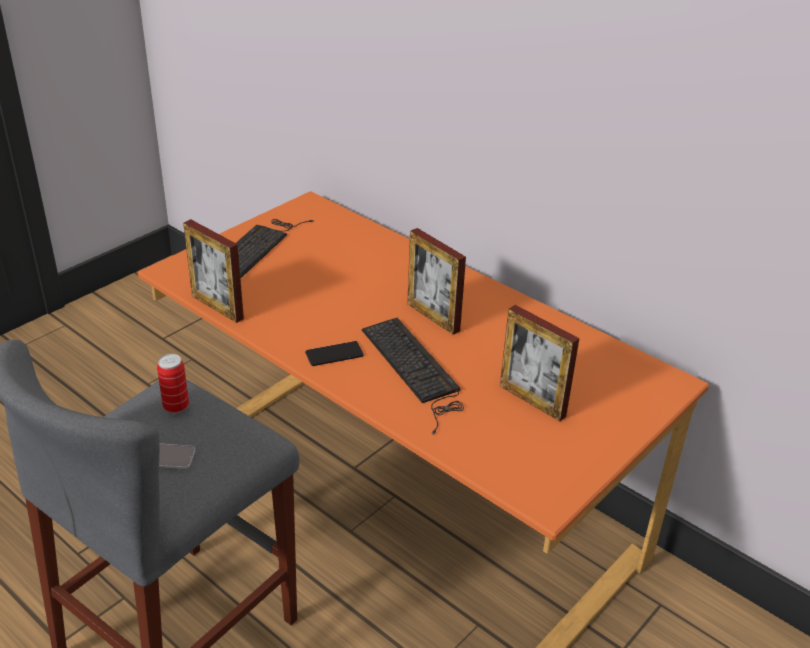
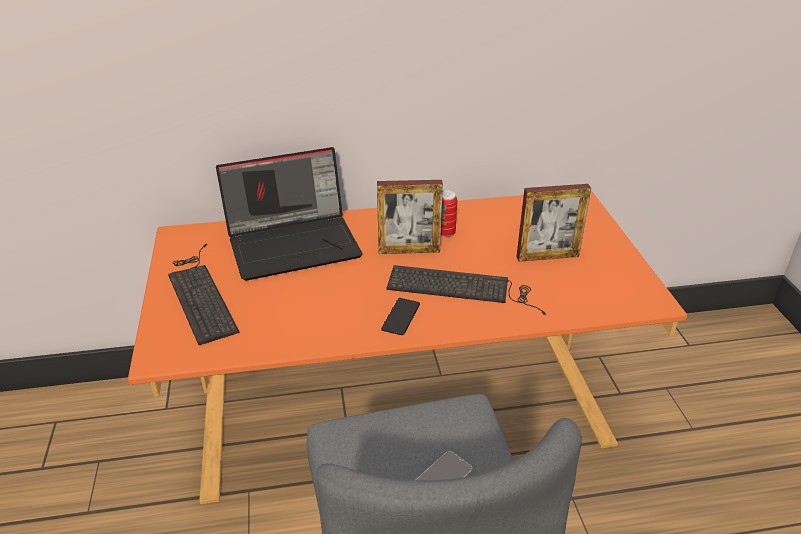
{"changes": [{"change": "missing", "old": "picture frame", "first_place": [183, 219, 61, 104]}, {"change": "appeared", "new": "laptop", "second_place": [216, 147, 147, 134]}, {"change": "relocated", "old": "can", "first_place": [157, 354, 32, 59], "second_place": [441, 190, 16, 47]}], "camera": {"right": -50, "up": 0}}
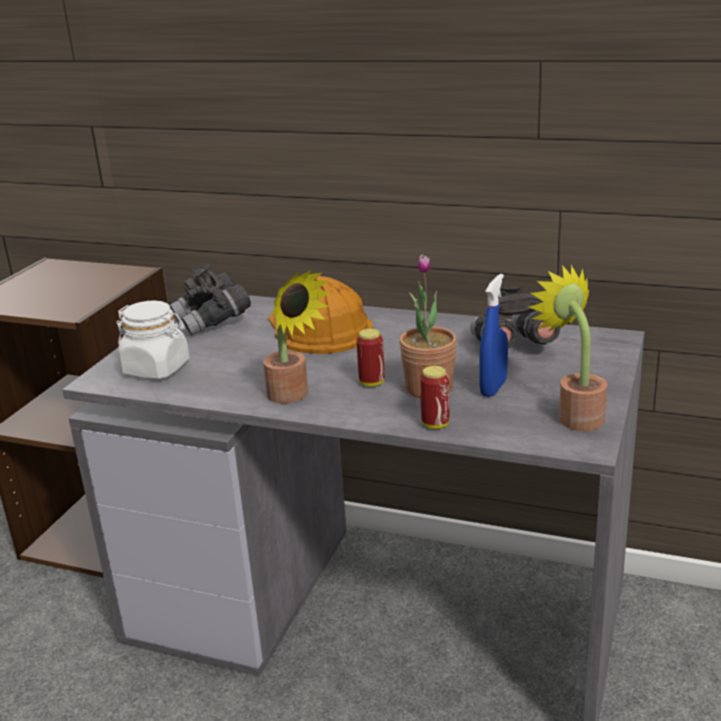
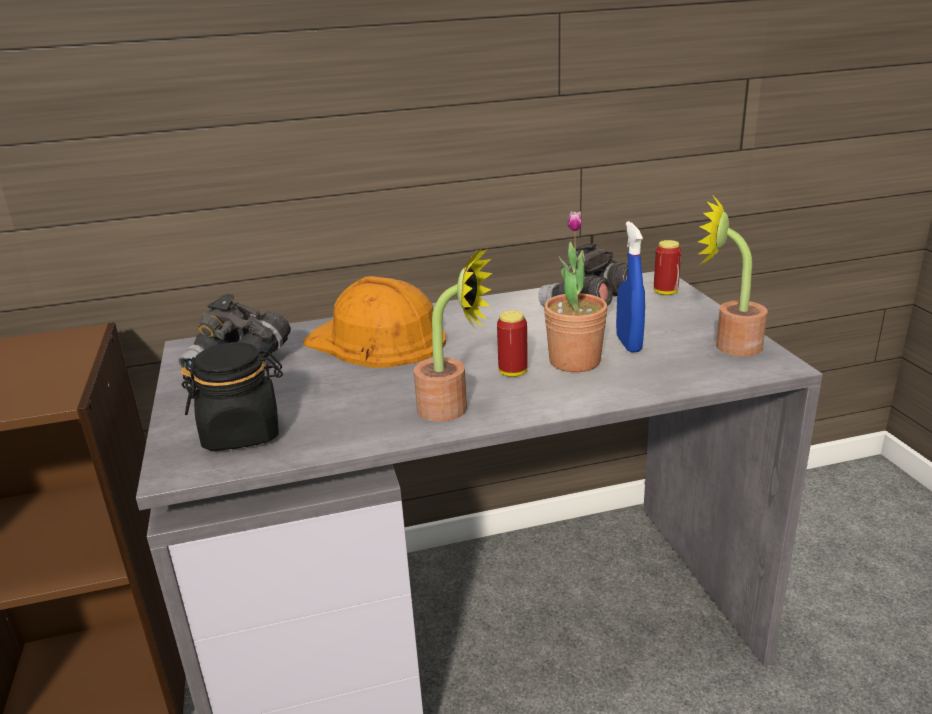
{"changes": [{"change": "relocated", "old": "can", "first_place": [420, 366, 29, 63], "second_place": [654, 240, 27, 55]}, {"change": "colour", "old": "jar in white", "new": "jar in black", "first_place": [116, 301, 74, 78], "second_place": [180, 342, 103, 109]}], "camera": {"right": -35, "up": 0}}
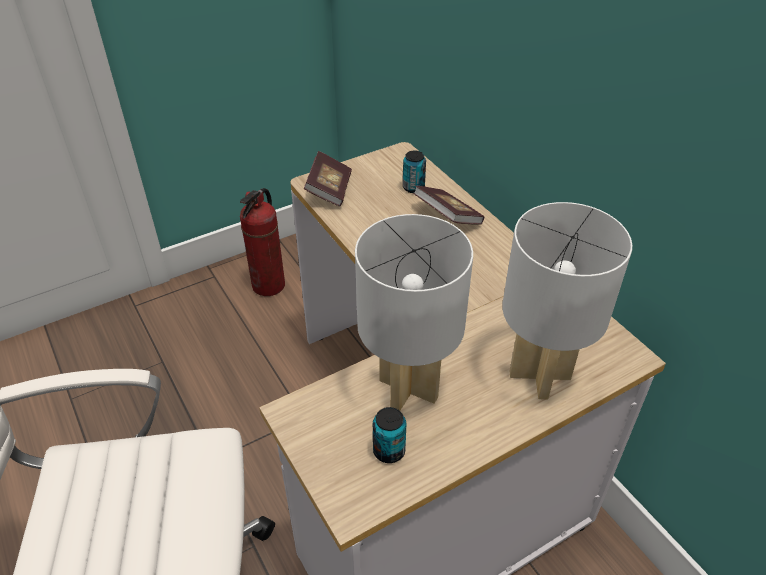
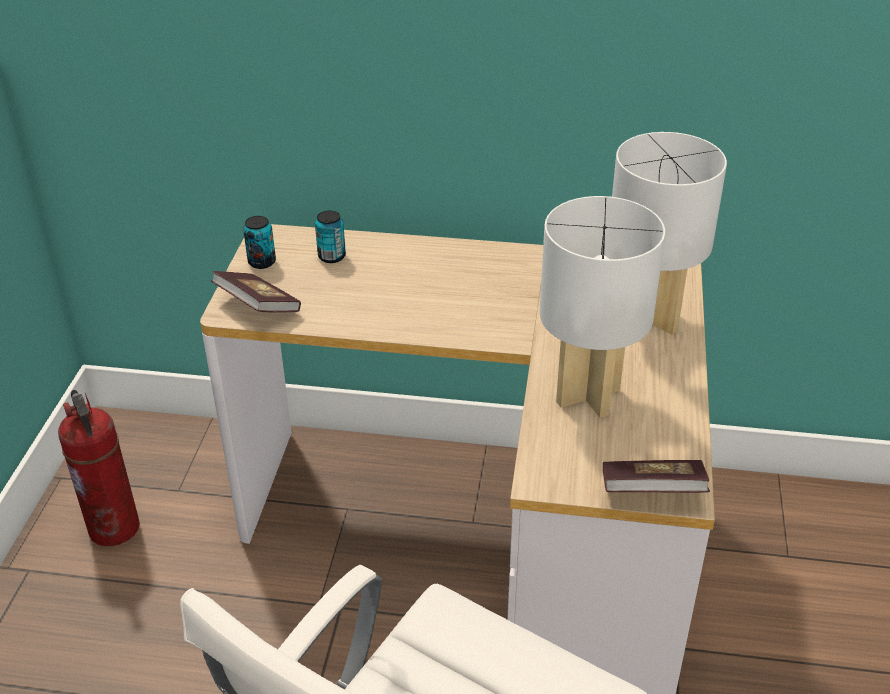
{"changes": [{"change": "relocated", "old": "can", "first_place": [373, 407, 34, 56], "second_place": [243, 216, 33, 53]}, {"change": "relocated", "old": "book", "first_place": [413, 186, 71, 39], "second_place": [603, 460, 107, 33]}], "camera": {"right": -50, "up": -5}}
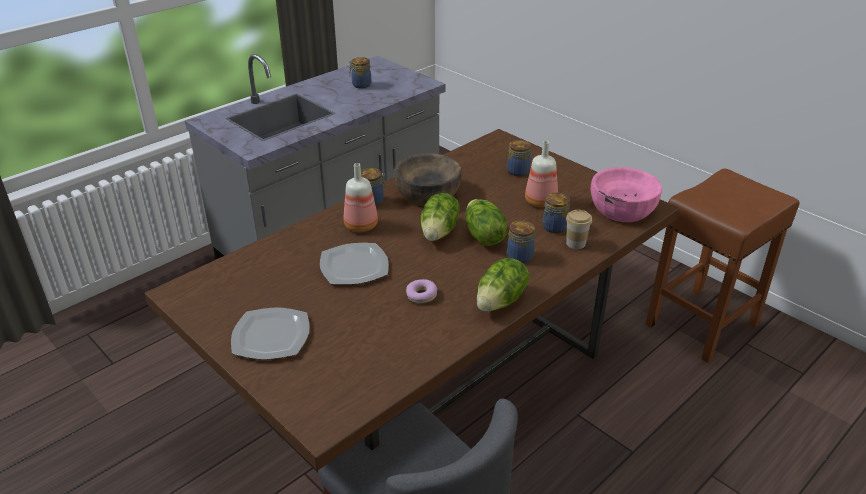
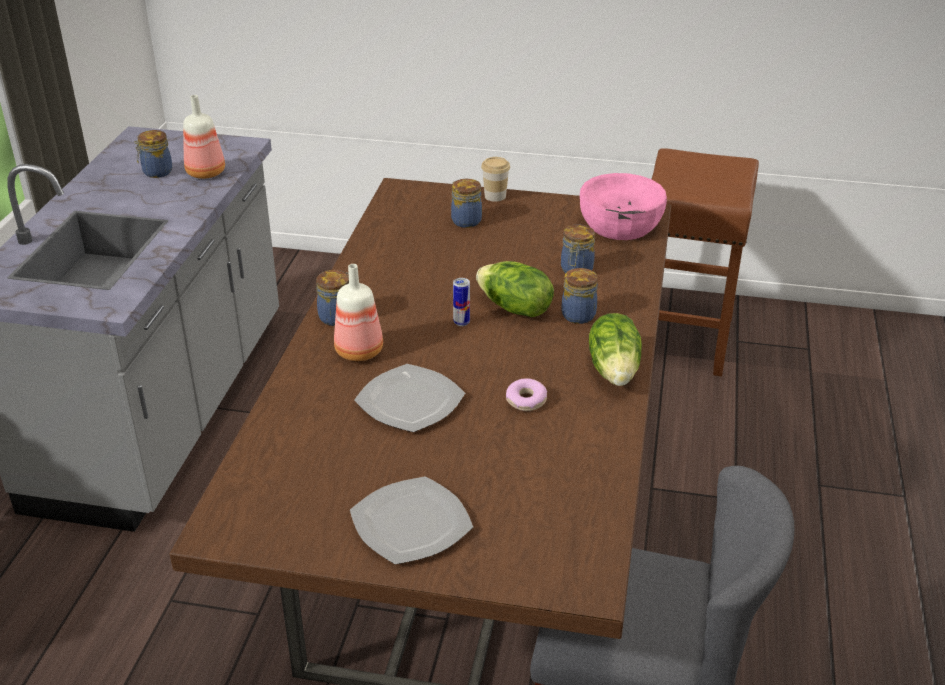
{"changes": [{"change": "missing", "old": "bowl in brown", "first_place": [394, 153, 67, 53]}, {"change": "relocated", "old": "bottle", "first_place": [525, 141, 33, 66], "second_place": [183, 95, 42, 84]}, {"change": "relocated", "old": "cup", "first_place": [566, 210, 26, 39], "second_place": [481, 157, 29, 45]}, {"change": "exchanged", "old": "lettuce", "new": "can", "first_place": [420, 193, 40, 48], "second_place": [453, 278, 17, 48]}], "camera": {"right": -35, "up": 0}}
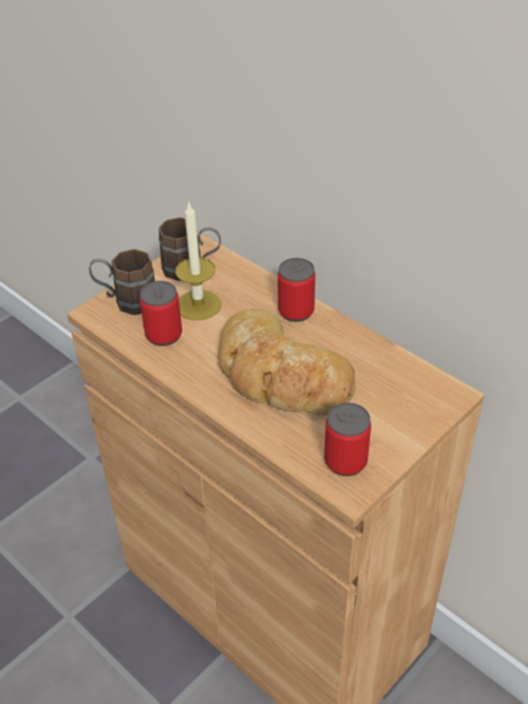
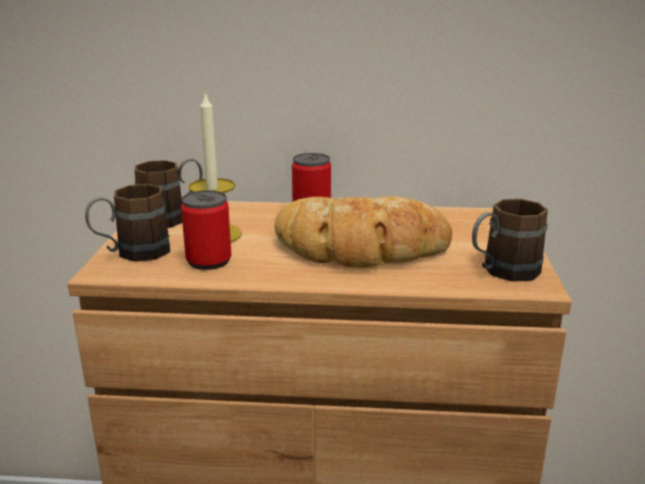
{"changes": [{"change": "exchanged", "old": "can", "new": "mug in brown", "first_place": [324, 403, 47, 73], "second_place": [472, 199, 76, 83]}], "camera": {"right": -40, "up": -20}}
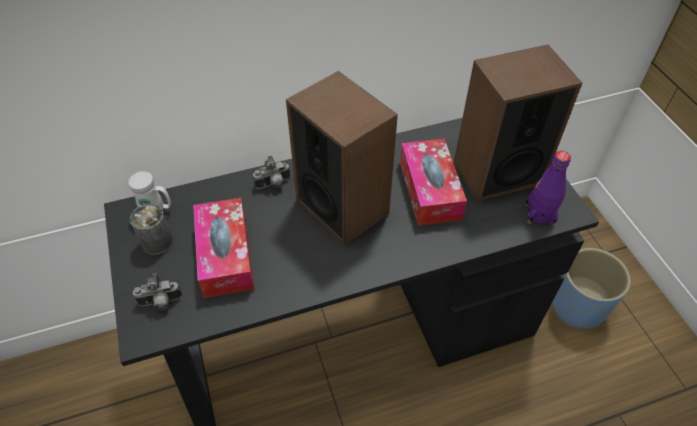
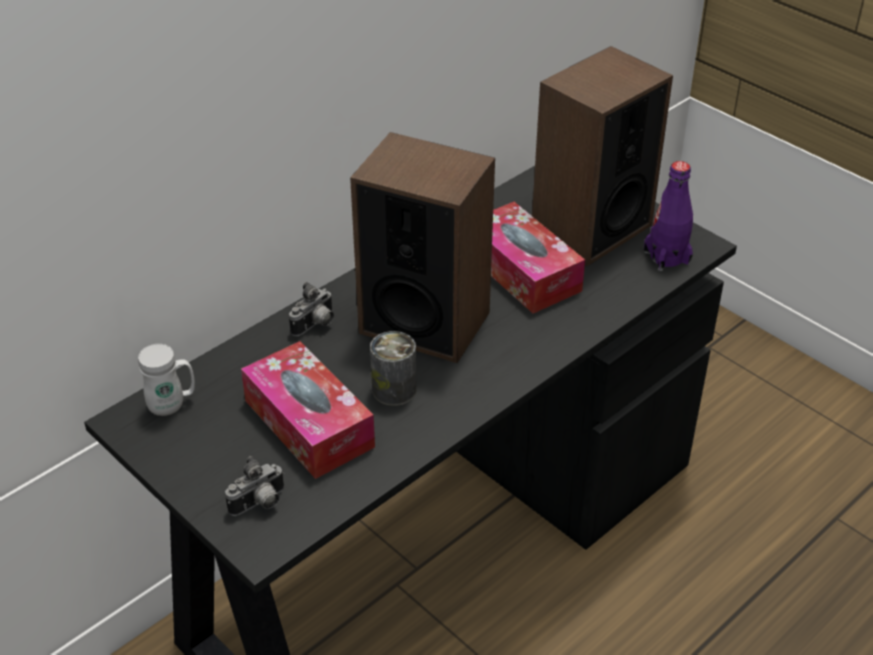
{"changes": [{"change": "missing", "old": "planter in blue", "first_place": [552, 248, 79, 81]}, {"change": "relocated", "old": "can", "first_place": [130, 204, 43, 51], "second_place": [370, 331, 46, 75]}], "camera": {"right": -25, "up": -10}}
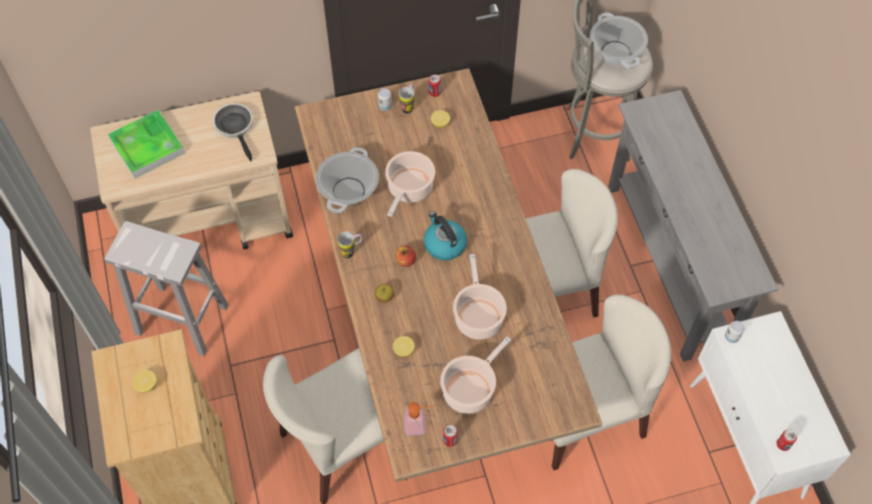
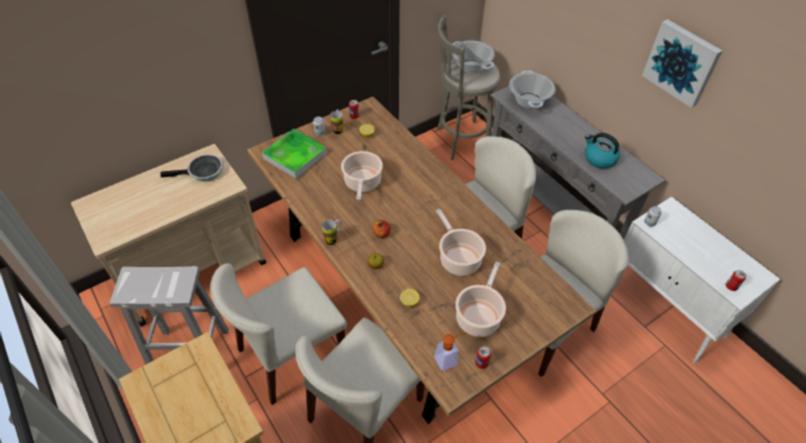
{"changes": [{"change": "missing", "old": "lemon", "first_place": [132, 370, 25, 23]}, {"change": "appeared", "new": "chair in beige", "second_place": [210, 263, 137, 142]}, {"change": "appeared", "new": "picture", "second_place": [642, 19, 81, 89]}, {"change": "relocated", "old": "tray", "first_place": [108, 110, 77, 69], "second_place": [262, 129, 65, 50]}, {"change": "relocated", "old": "cooking pot", "first_place": [316, 147, 63, 66], "second_place": [509, 70, 47, 38]}, {"change": "relocated", "old": "kettle", "first_place": [424, 211, 43, 49], "second_place": [585, 133, 35, 36]}, {"change": "spun", "old": "frying pan", "first_place": [213, 103, 40, 58], "second_place": [160, 154, 63, 27], "degrees": 120}], "camera": {"right": -20, "up": -10}}
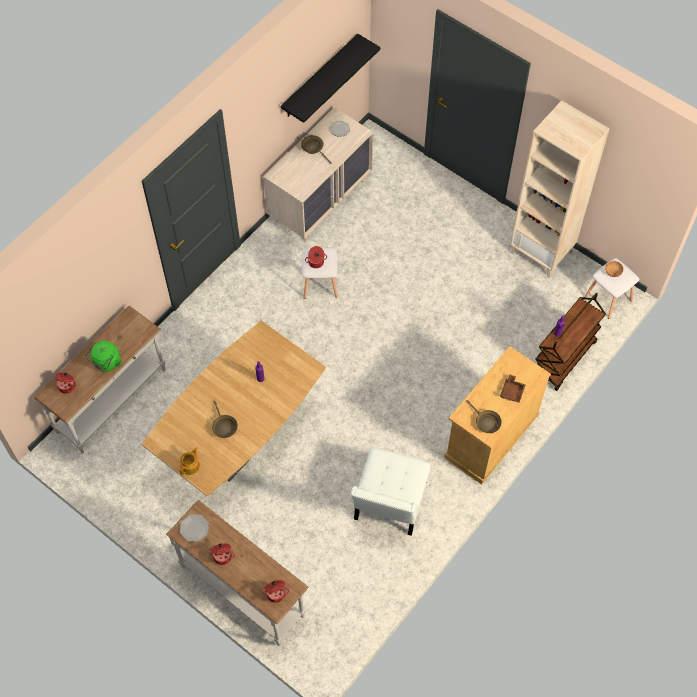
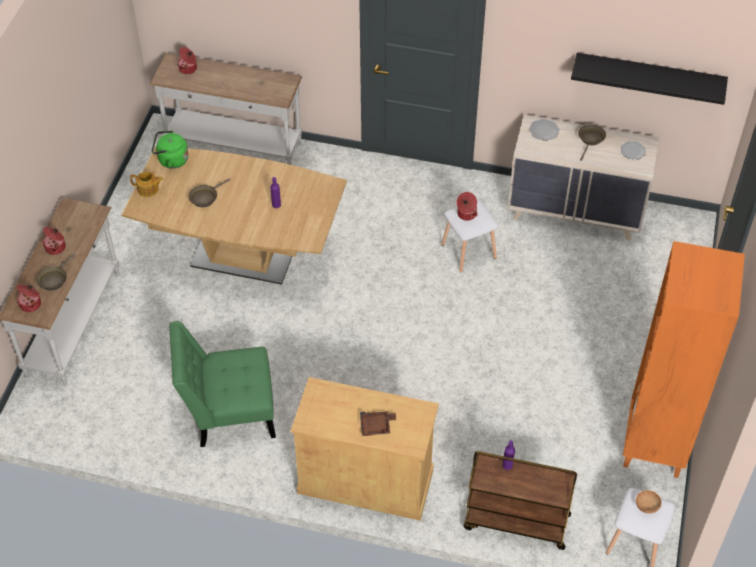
{"changes": [{"change": "relocated", "old": "kettle in green", "first_place": [85, 341, 36, 31], "second_place": [152, 130, 37, 39]}, {"change": "relocated", "old": "plate", "first_place": [180, 514, 29, 28], "second_place": [529, 119, 31, 22]}, {"change": "relocated", "old": "frying pan in brown", "first_place": [466, 400, 36, 33], "second_place": [36, 254, 39, 37]}, {"change": "colour", "old": "chair in white", "new": "chair in green", "first_place": [351, 447, 80, 89], "second_place": [169, 321, 107, 126]}, {"change": "colour", "old": "bookcase in beige", "new": "bookcase in orange", "first_place": [510, 100, 100, 178], "second_place": [623, 241, 122, 237]}], "camera": {"right": 65, "up": -10}}
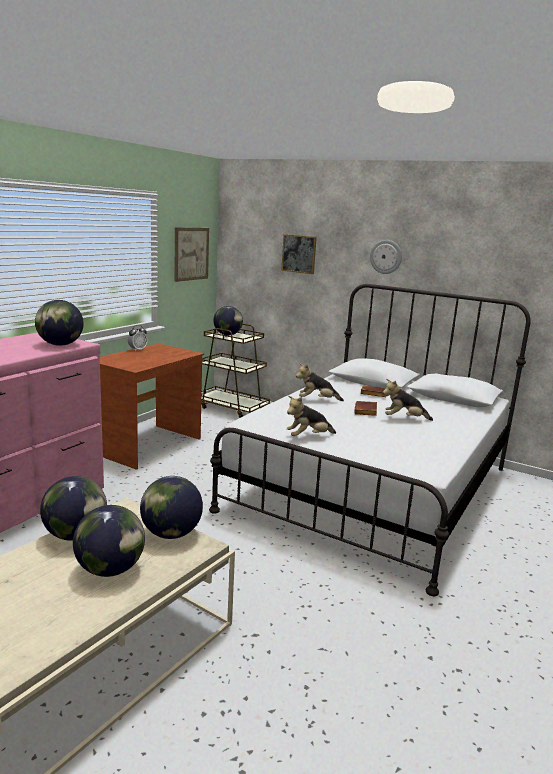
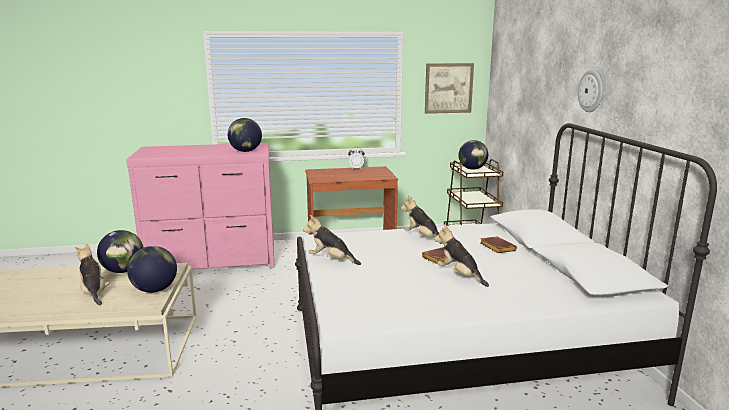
{"changes": [{"change": "missing", "old": "picture", "first_place": [281, 234, 36, 40]}, {"change": "exchanged", "old": "globe", "new": "plush toy", "first_place": [73, 505, 72, 72], "second_place": [75, 244, 35, 62]}], "camera": {"right": 50, "up": 0}}
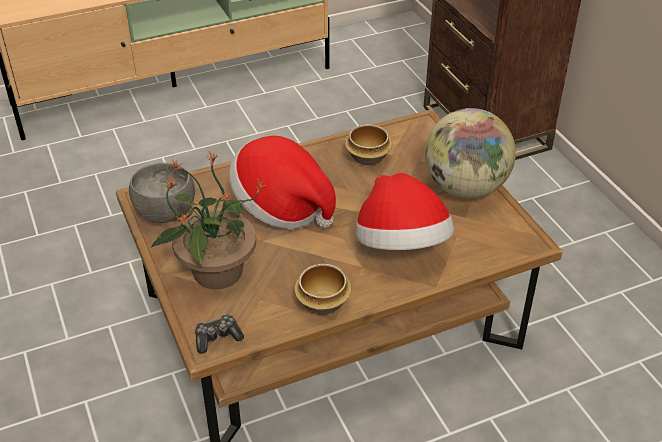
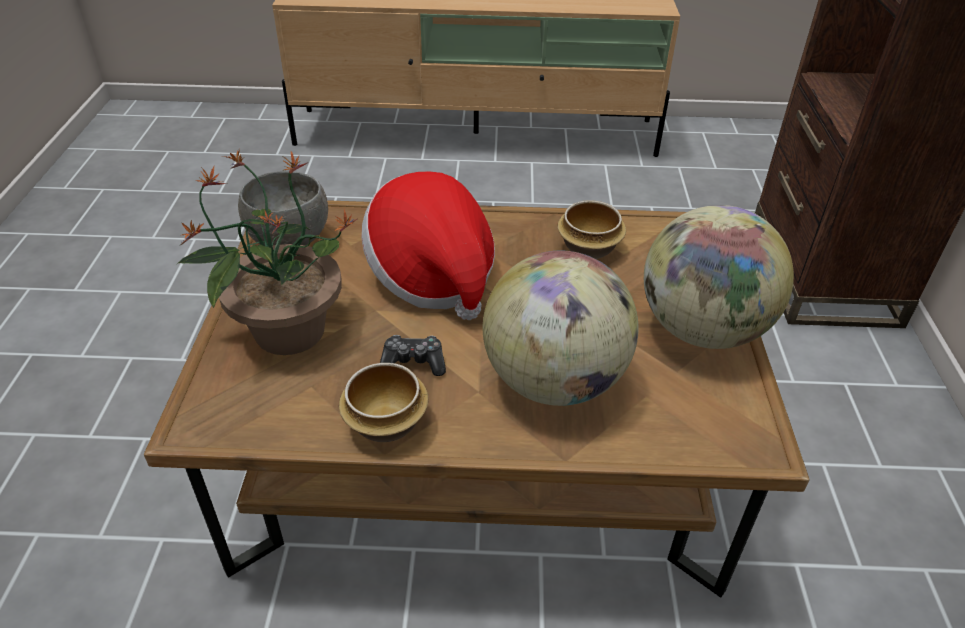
{"changes": [{"change": "relocated", "old": "game controller", "first_place": [195, 314, 49, 40], "second_place": [380, 335, 66, 41]}, {"change": "exchanged", "old": "hat", "new": "globe", "first_place": [356, 173, 98, 77], "second_place": [483, 251, 155, 155]}], "camera": {"right": 25, "up": 0}}
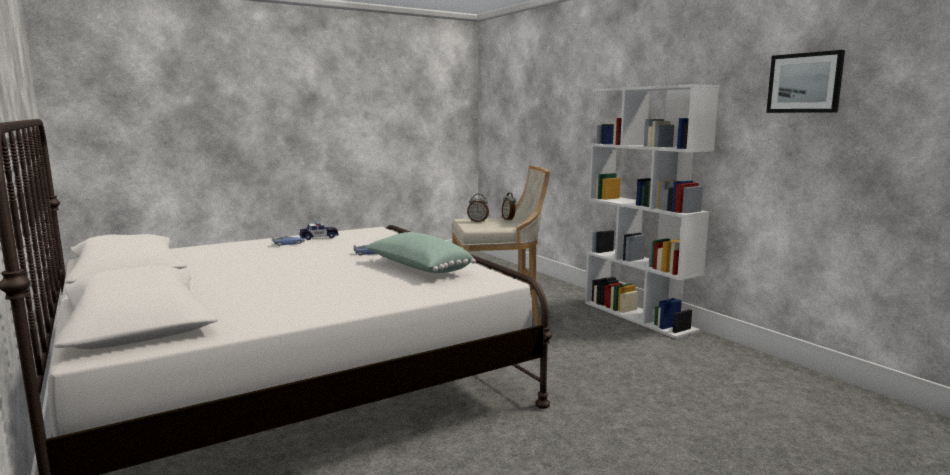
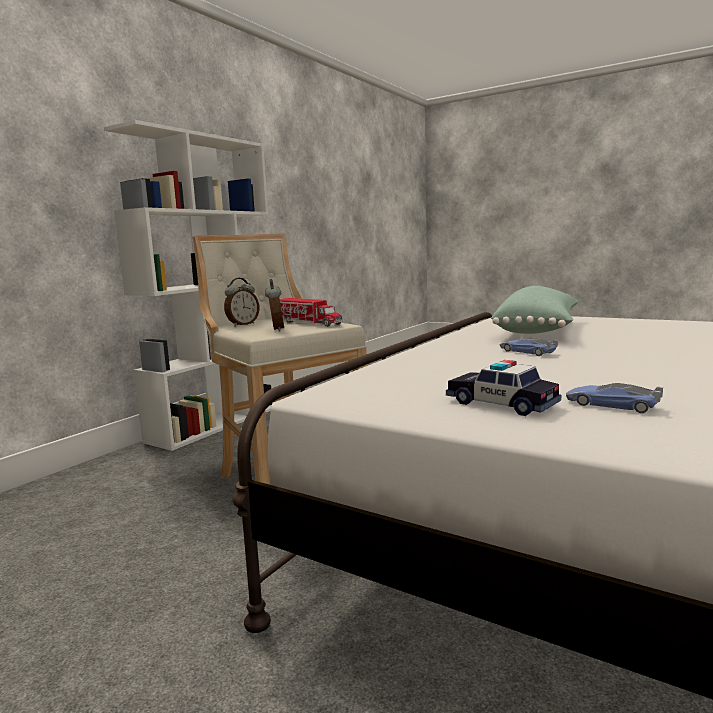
{"changes": [{"change": "missing", "old": "picture", "first_place": [766, 50, 79, 63]}, {"change": "appeared", "new": "toy truck", "second_place": [280, 298, 63, 29]}], "camera": {"right": -115, "up": 0}}
